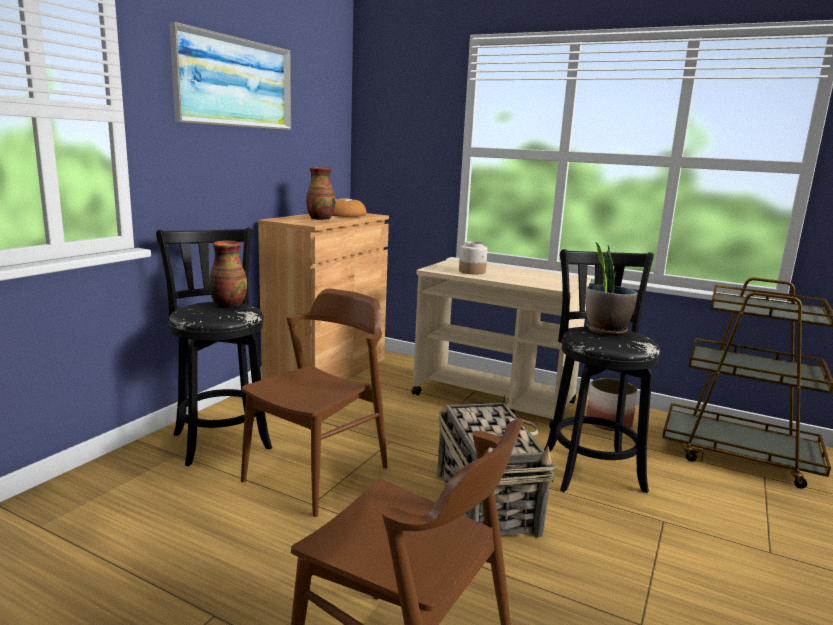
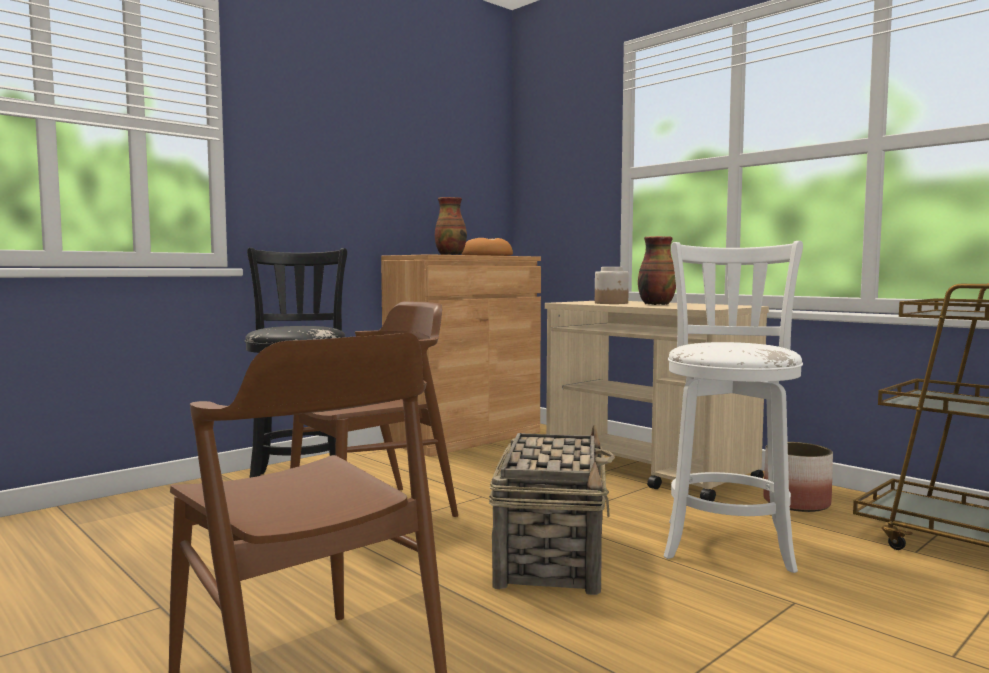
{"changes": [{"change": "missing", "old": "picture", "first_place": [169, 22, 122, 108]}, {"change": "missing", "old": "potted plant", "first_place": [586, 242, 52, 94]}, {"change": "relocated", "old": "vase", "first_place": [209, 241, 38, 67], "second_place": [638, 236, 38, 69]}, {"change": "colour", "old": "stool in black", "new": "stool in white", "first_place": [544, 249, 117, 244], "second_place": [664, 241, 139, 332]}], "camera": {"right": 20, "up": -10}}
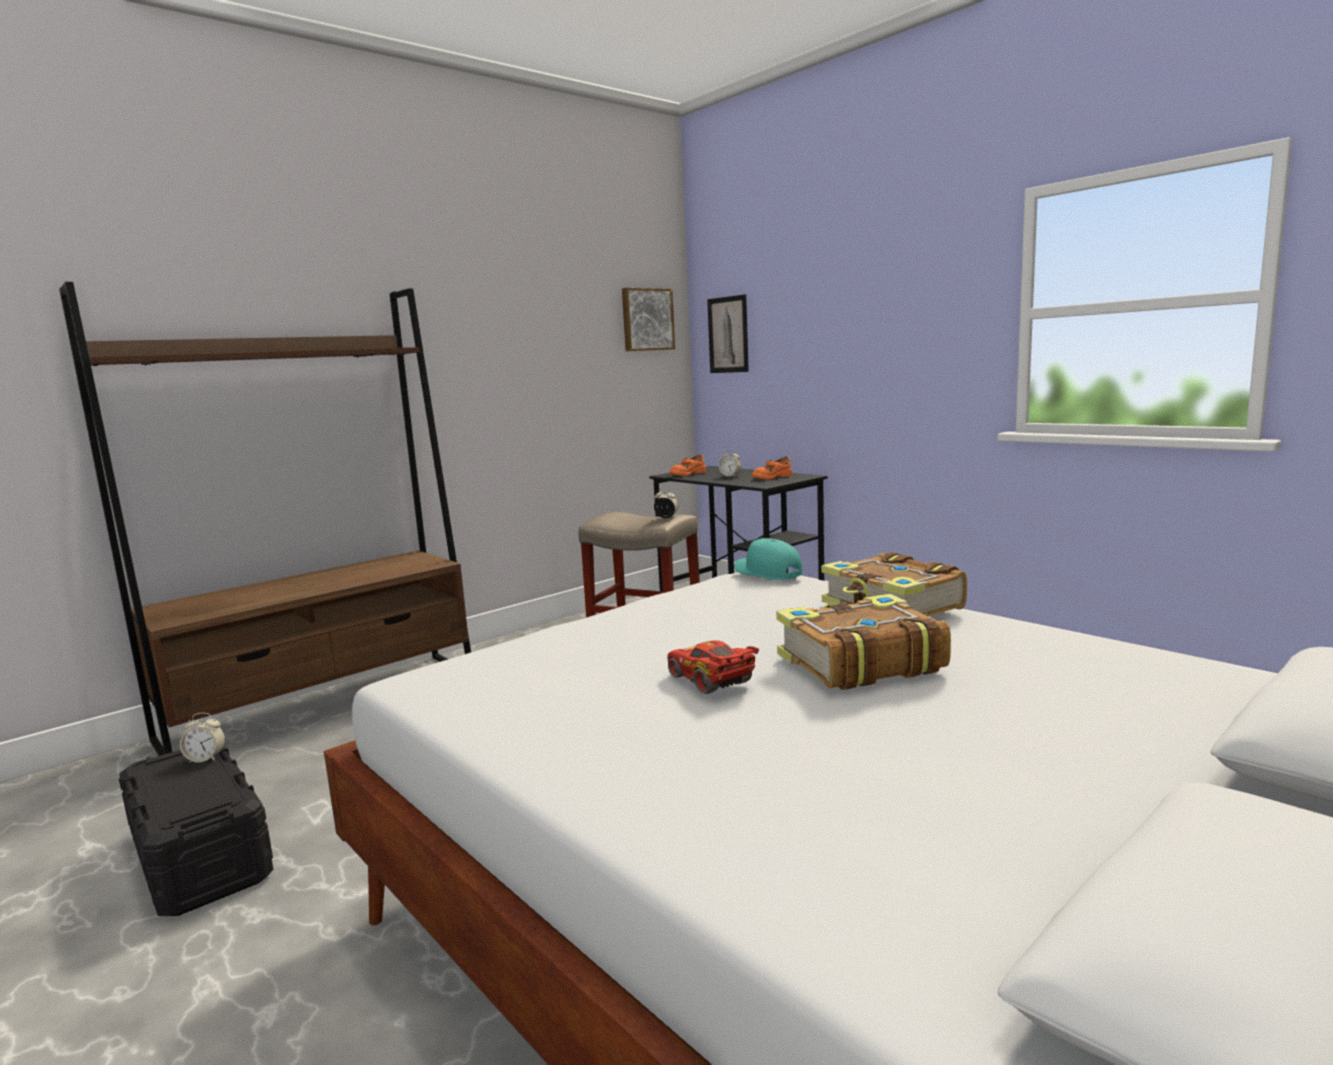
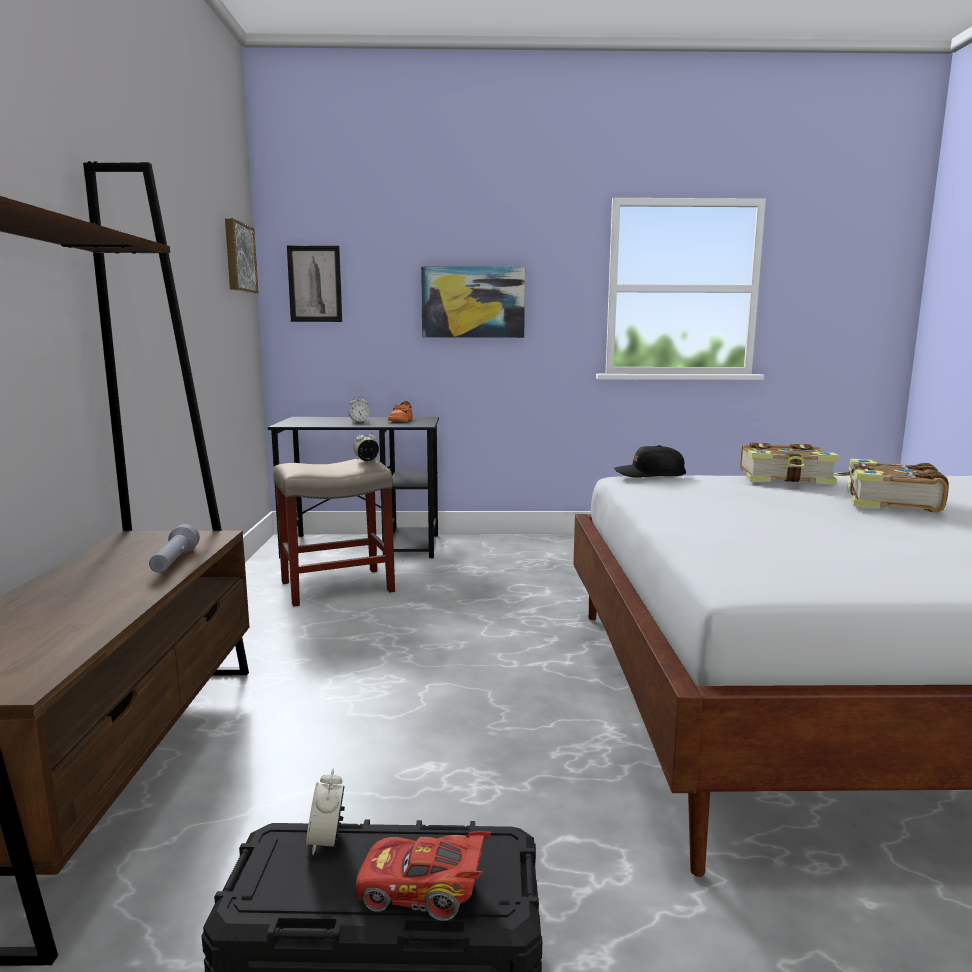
{"changes": [{"change": "missing", "old": "shoe in orange", "first_place": [669, 454, 37, 22]}, {"change": "appeared", "new": "flashlight in grey", "second_place": [149, 524, 51, 49]}, {"change": "appeared", "new": "picture", "second_place": [421, 266, 104, 72]}, {"change": "relocated", "old": "toy car in red", "first_place": [667, 640, 92, 54], "second_place": [356, 831, 135, 90]}, {"change": "colour", "old": "cap in turquoise", "new": "cap in black", "first_place": [734, 538, 69, 42], "second_place": [614, 445, 72, 33]}, {"change": "spun", "old": "alarm clock", "first_place": [180, 713, 45, 50], "second_place": [306, 769, 39, 86], "degrees": 135}], "camera": {"right": -50, "up": 0}}
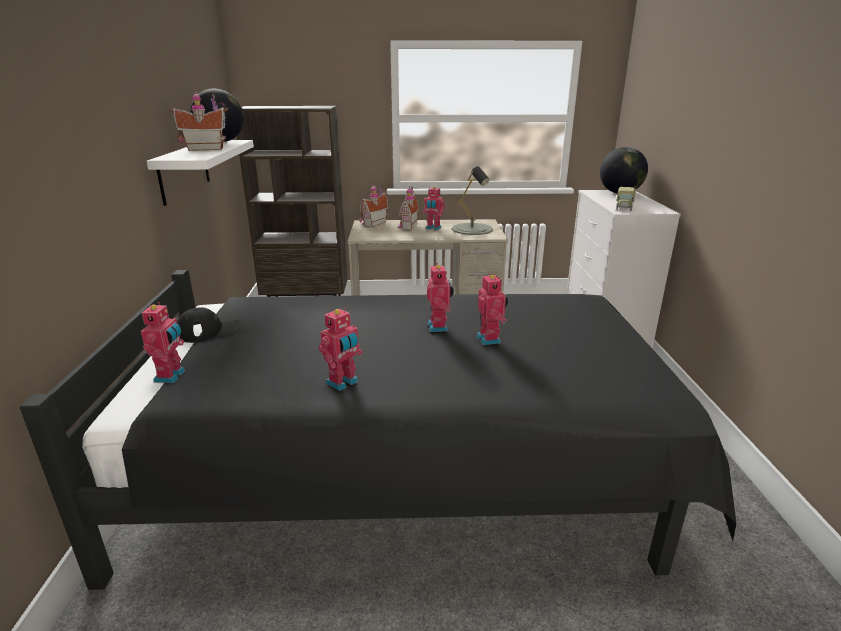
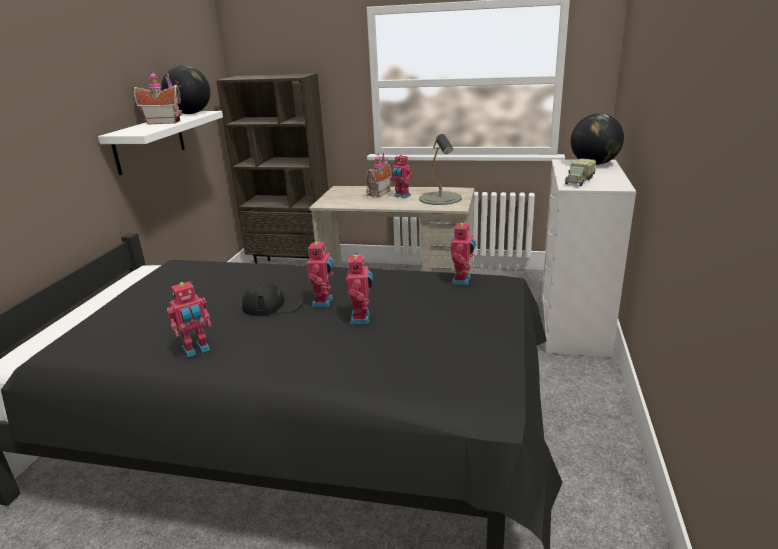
{"changes": [{"change": "missing", "old": "toy house", "first_place": [359, 184, 29, 43]}, {"change": "relocated", "old": "toy robot", "first_place": [141, 302, 44, 81], "second_place": [451, 221, 25, 64]}, {"change": "relocated", "old": "cap in black", "first_place": [177, 307, 65, 36], "second_place": [242, 281, 61, 35]}], "camera": {"right": 15, "up": 0}}
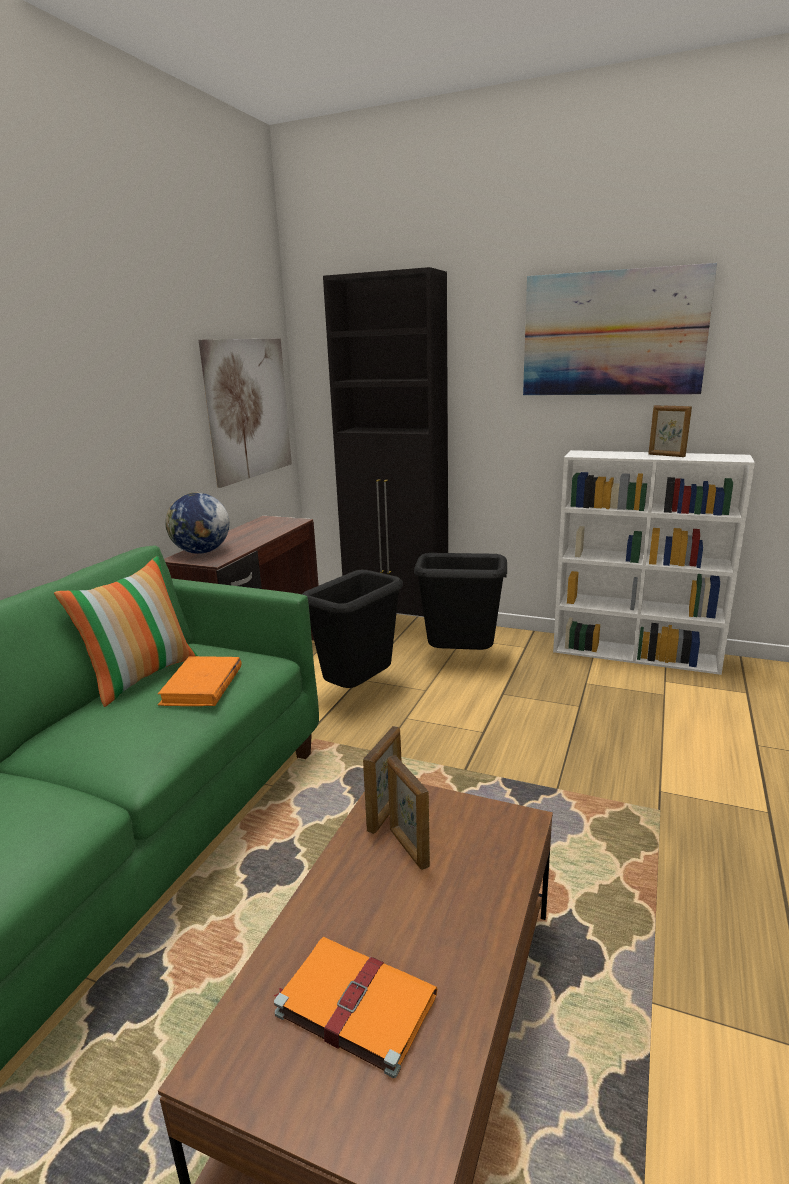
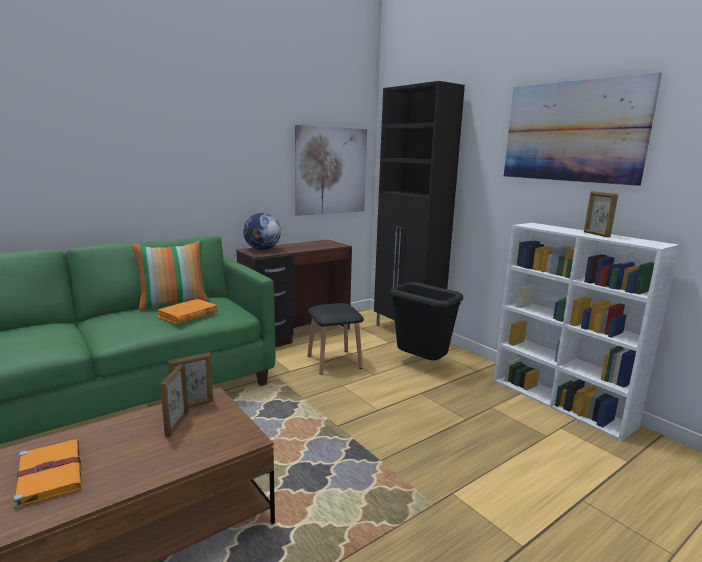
{"changes": [{"change": "exchanged", "old": "trash can in black", "new": "stool in black", "first_place": [302, 570, 101, 118], "second_place": [308, 303, 56, 72]}], "camera": {"right": 30, "up": -5}}
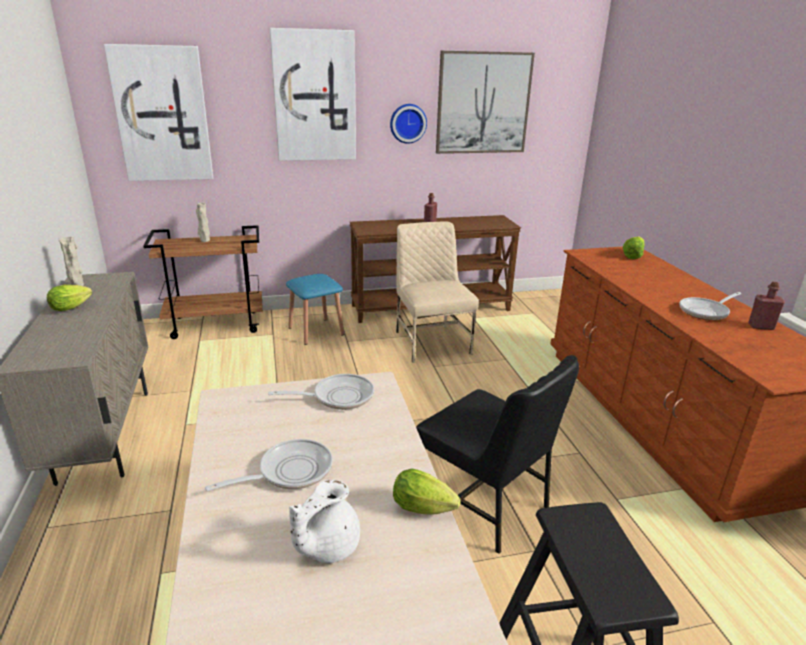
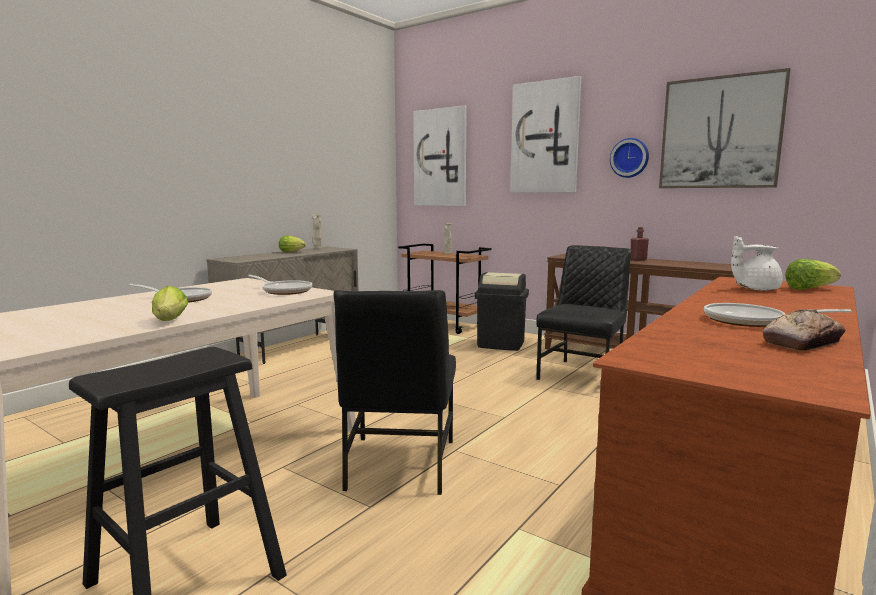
{"changes": [{"change": "relocated", "old": "teapot in white", "first_place": [289, 480, 71, 83], "second_place": [731, 236, 52, 55]}, {"change": "exchanged", "old": "stool in blue", "new": "trash can in black", "first_place": [286, 274, 58, 71], "second_place": [475, 272, 54, 79]}, {"change": "exchanged", "old": "bottle in red", "new": "bread", "first_place": [748, 282, 37, 48], "second_place": [763, 309, 83, 42]}, {"change": "colour", "old": "chair in beige", "new": "chair in black", "first_place": [396, 221, 83, 142], "second_place": [536, 245, 95, 135]}], "camera": {"right": 50, "up": -15}}
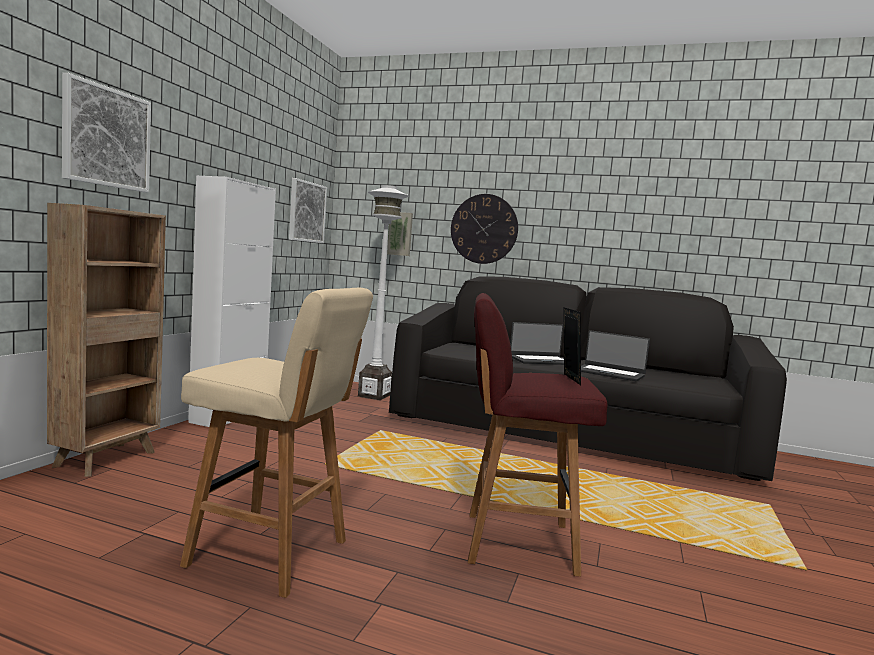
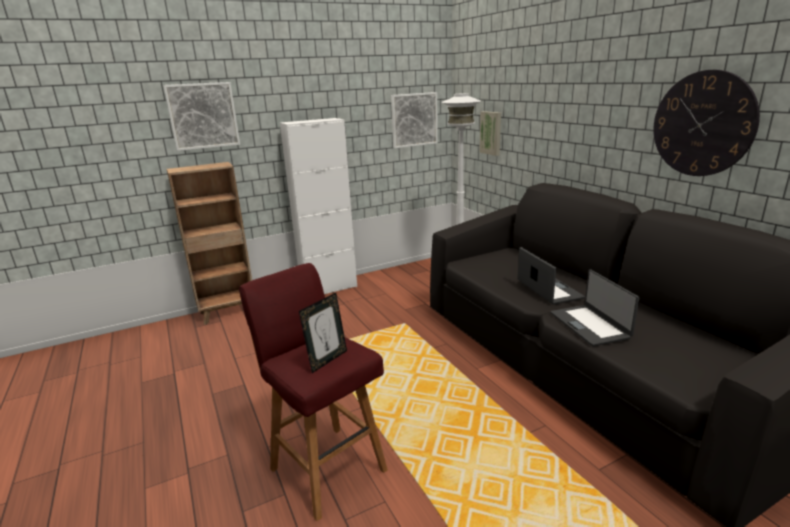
{"changes": [{"change": "missing", "old": "stool in beige", "first_place": [180, 288, 193, 310]}, {"change": "relocated", "old": "wall clock", "first_place": [451, 194, 67, 70], "second_place": [653, 70, 107, 106]}, {"change": "spun", "old": "laptop", "first_place": [510, 322, 54, 43], "second_place": [517, 247, 68, 58], "degrees": -135}], "camera": {"right": 45, "up": 15}}
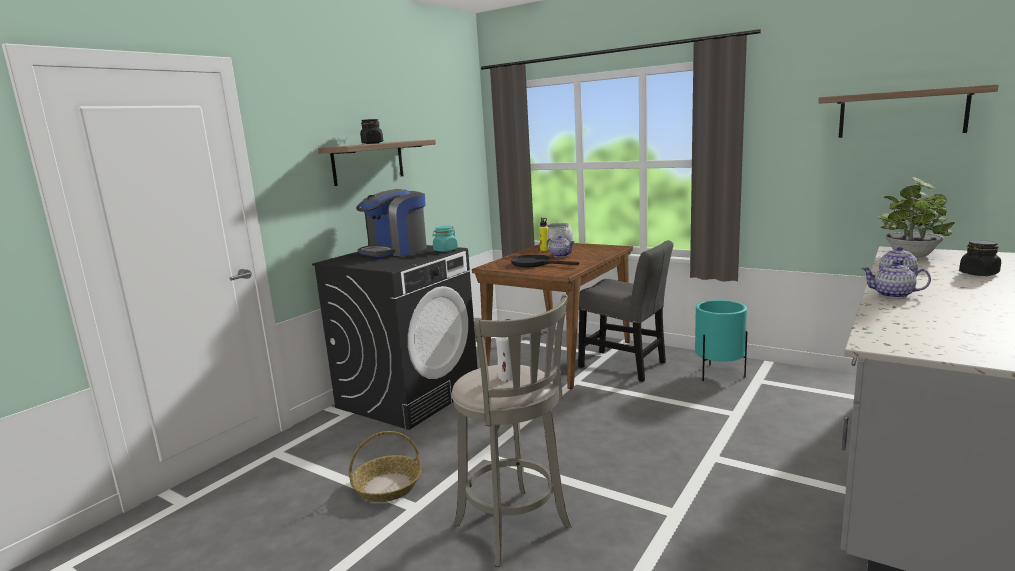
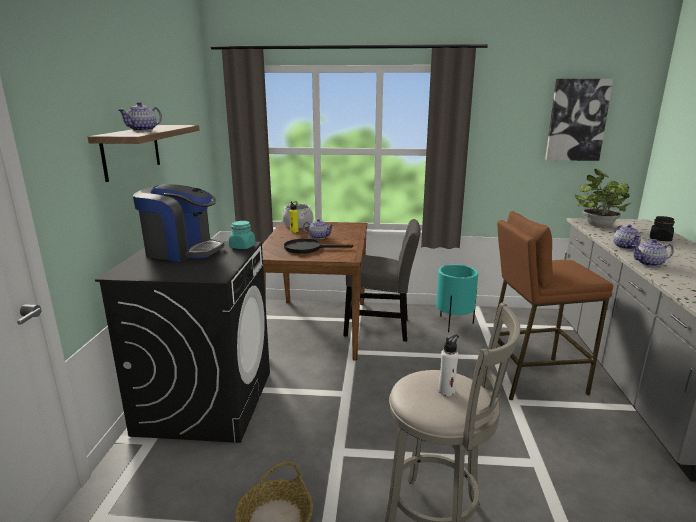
{"changes": [{"change": "appeared", "new": "stool in brown", "second_place": [494, 211, 119, 189]}, {"change": "exchanged", "old": "jar in black", "new": "teapot", "first_place": [360, 119, 23, 25], "second_place": [118, 102, 44, 29]}, {"change": "exchanged", "old": "shelf", "new": "picture", "first_place": [818, 84, 181, 54], "second_place": [545, 79, 68, 82]}, {"change": "spun", "old": "coffee machine", "first_place": [356, 189, 71, 68], "second_place": [133, 184, 91, 78], "degrees": -90}], "camera": {"right": -30, "up": 5}}
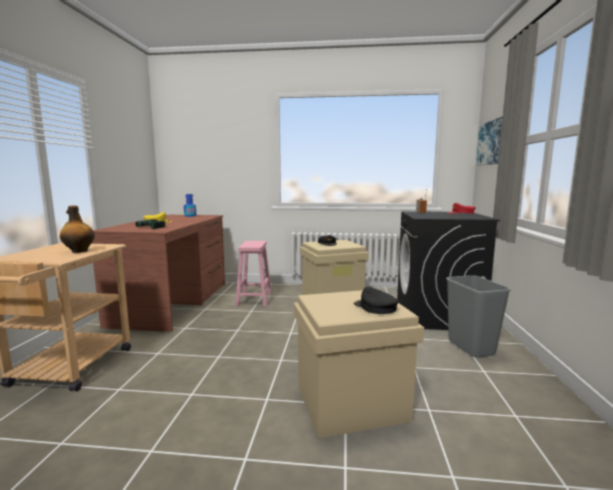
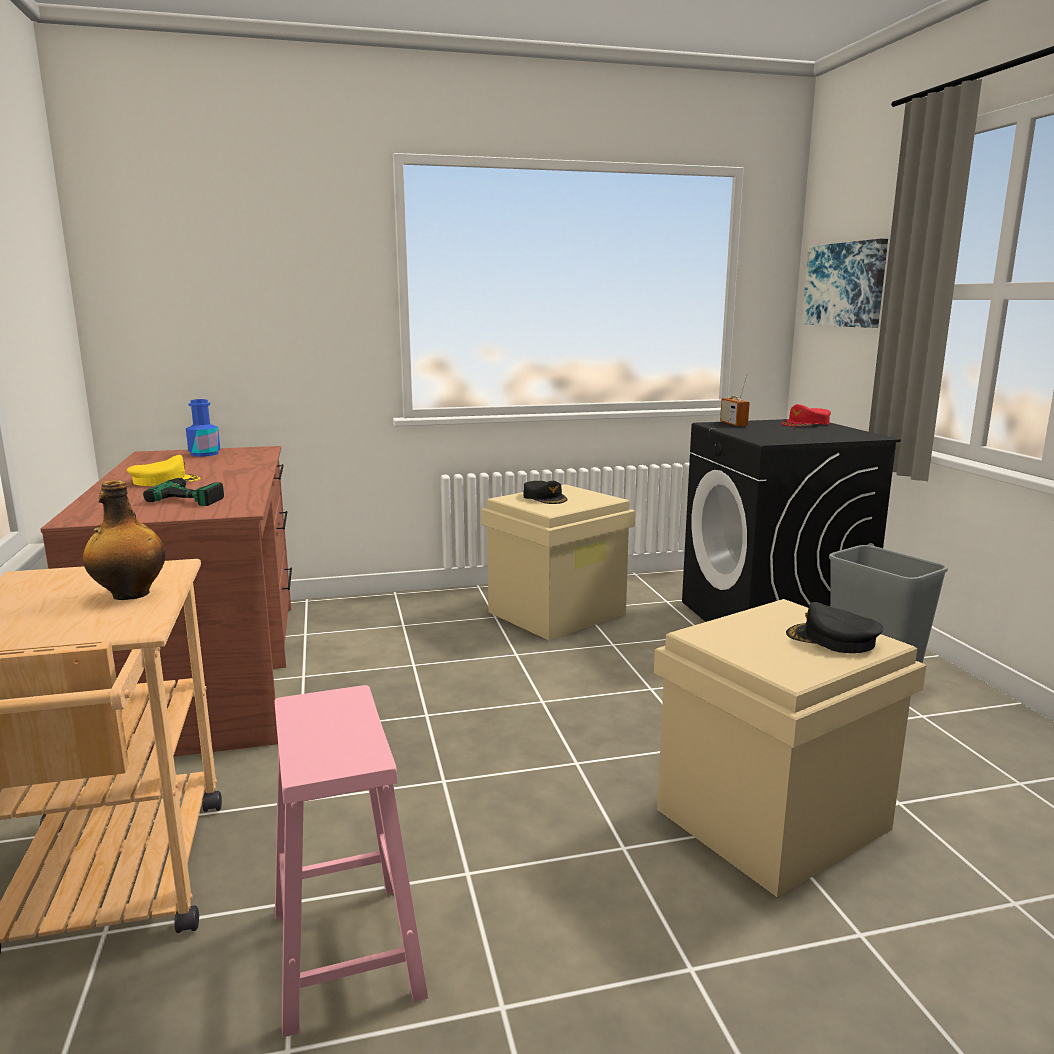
{"changes": [{"change": "relocated", "old": "stool in pink", "first_place": [235, 241, 37, 65], "second_place": [274, 685, 154, 353]}], "camera": {"right": -20, "up": 5}}
